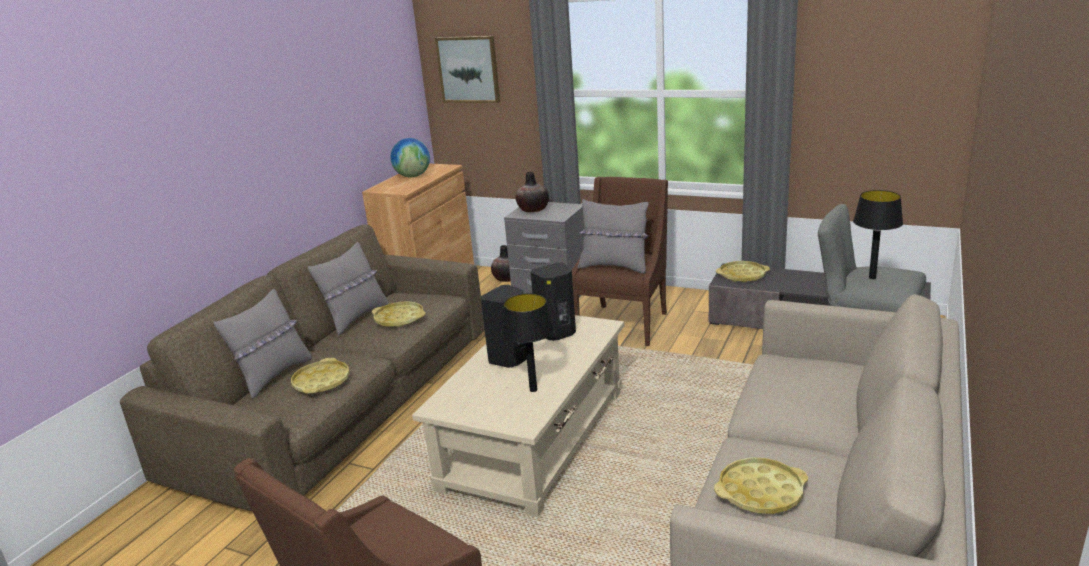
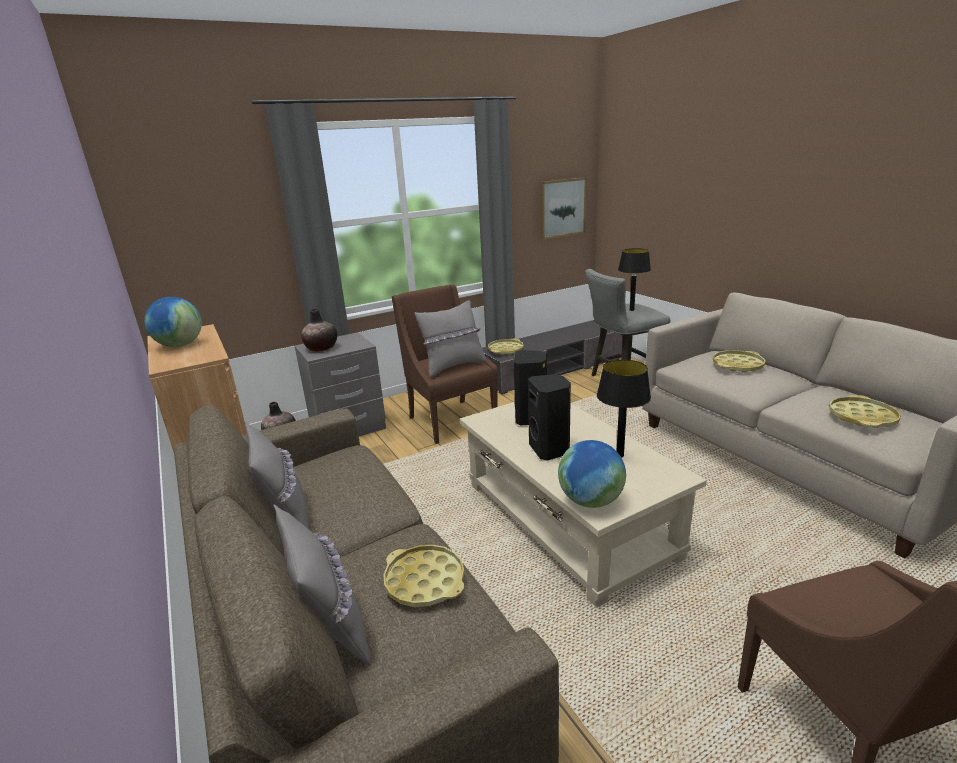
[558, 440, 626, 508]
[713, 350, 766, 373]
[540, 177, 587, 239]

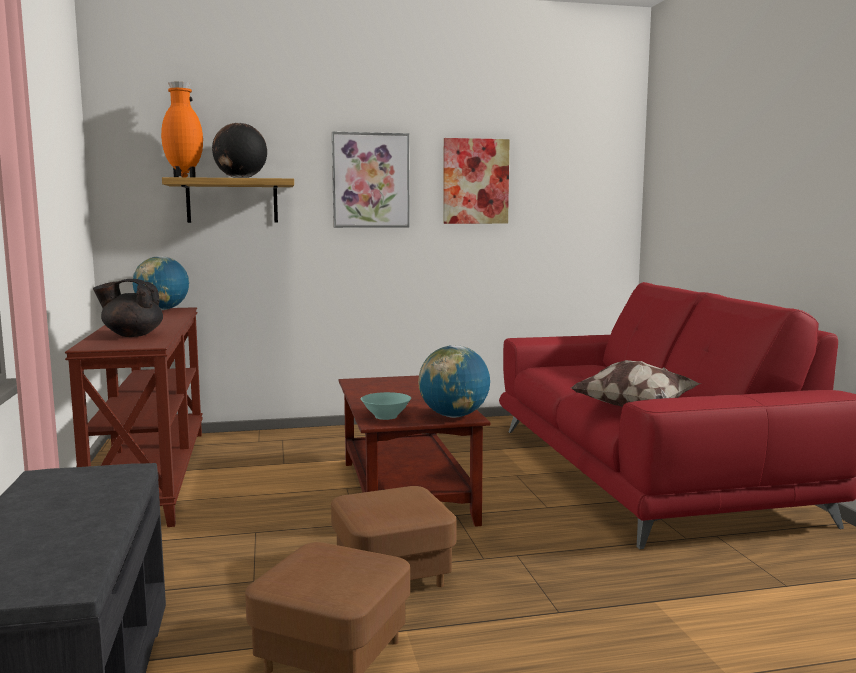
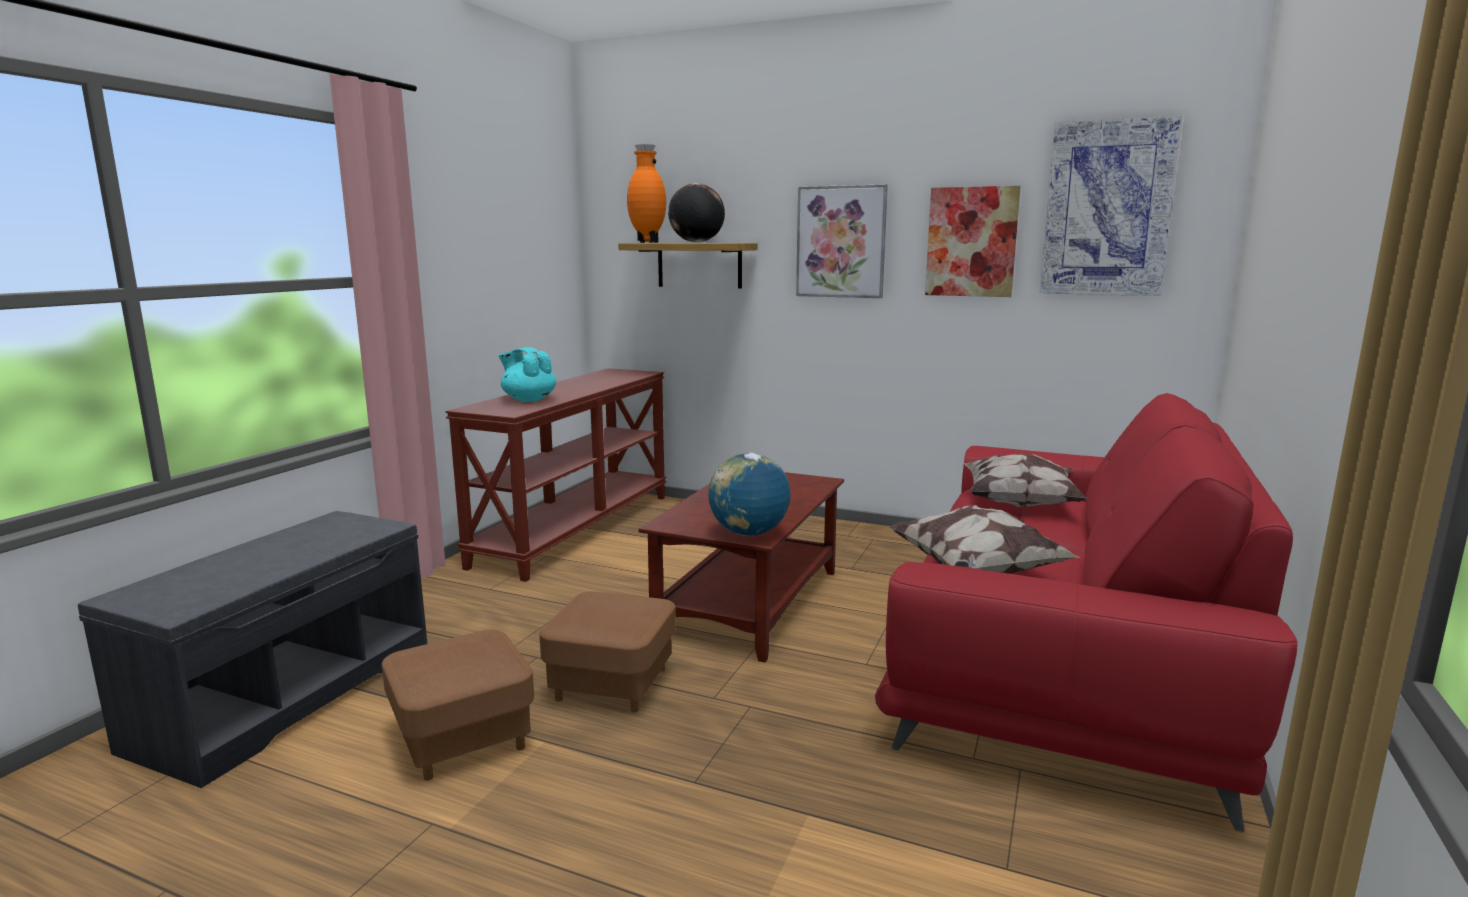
[132, 256, 189, 310] (first image)
[361, 392, 411, 420] (first image)
[964, 454, 1088, 508]
[1040, 116, 1184, 296]
[498, 347, 556, 402]

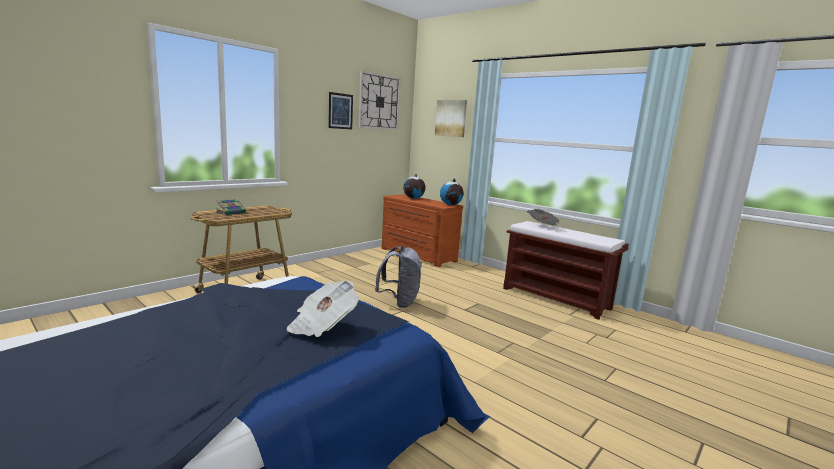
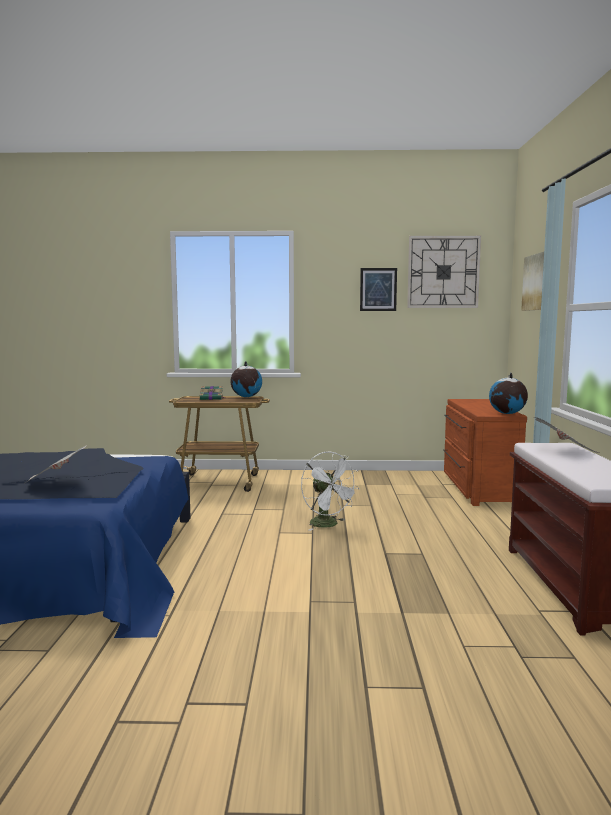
[230, 361, 262, 397]
[301, 451, 360, 531]

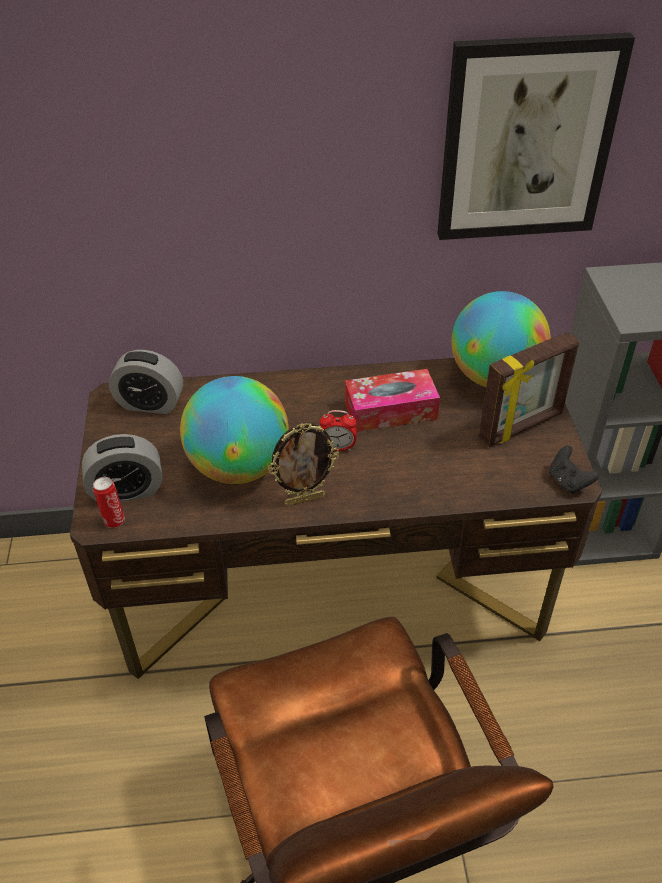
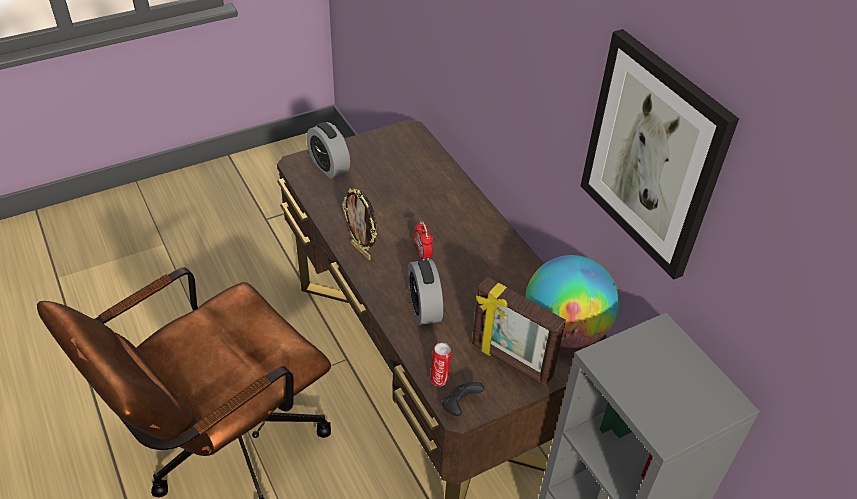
[180, 376, 289, 484] (first image)
[345, 369, 440, 432] (first image)
[430, 343, 452, 386]
[408, 259, 443, 325]

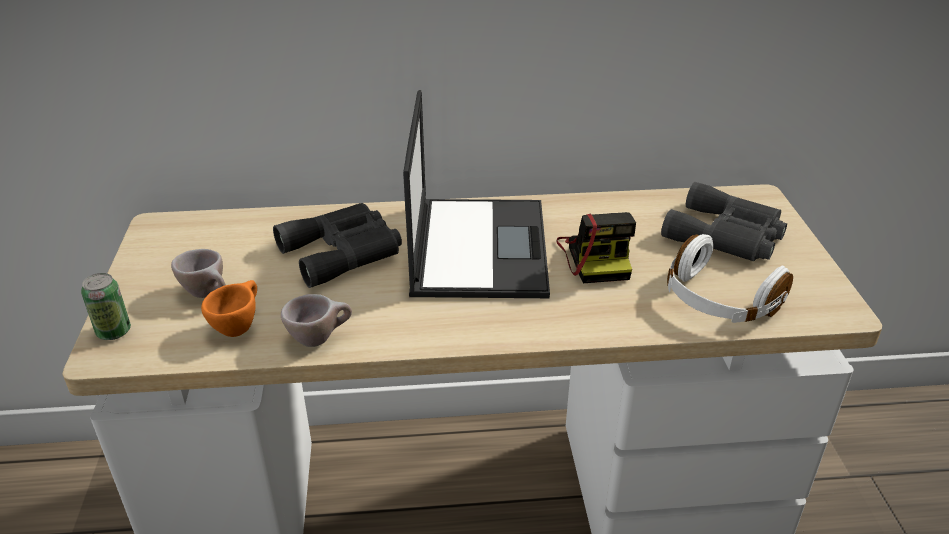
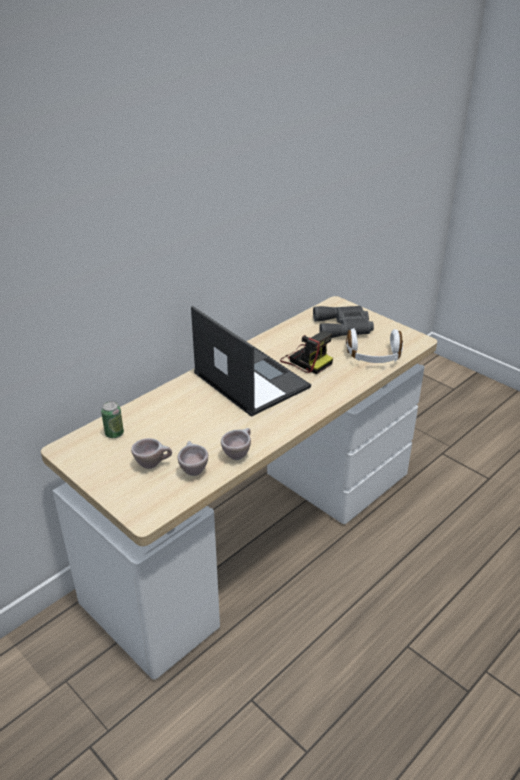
[273, 203, 402, 288] (first image)
[101, 401, 124, 438]
[178, 441, 208, 476]

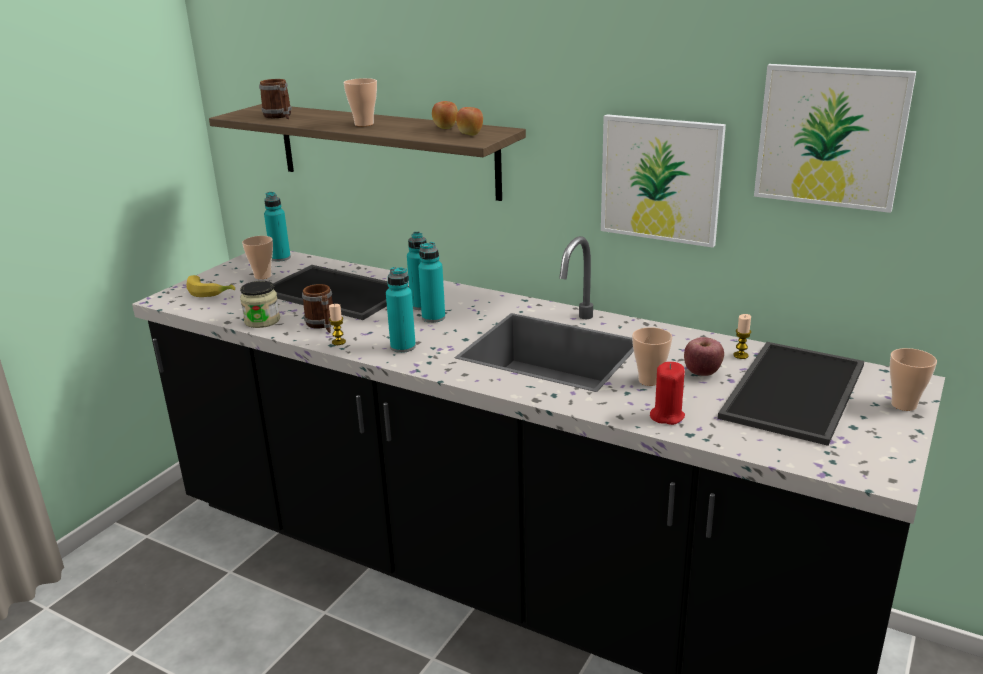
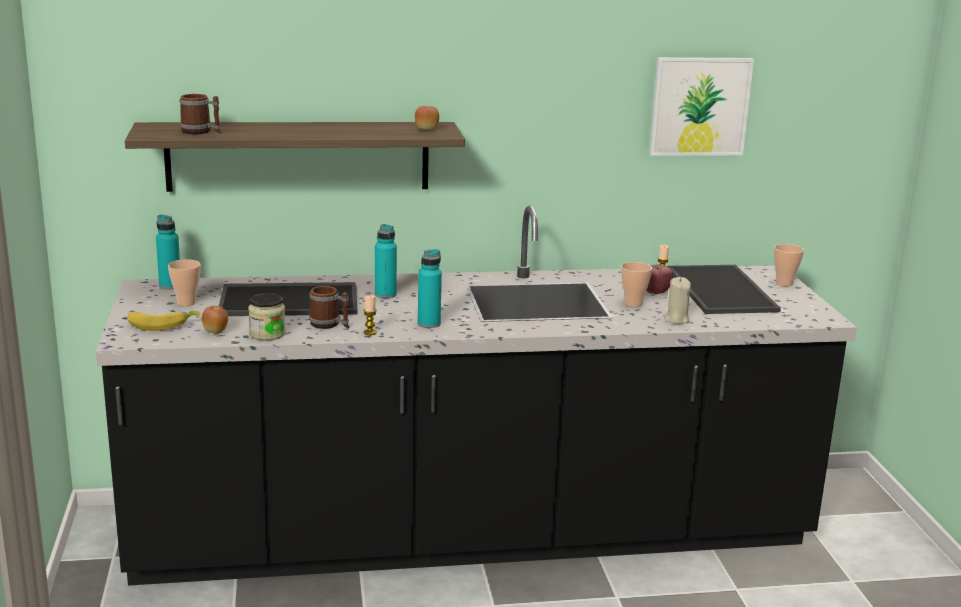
[344, 78, 377, 126] (first image)
[418, 242, 445, 323] (first image)
[601, 114, 726, 248] (first image)
[202, 306, 228, 334]
[663, 277, 691, 324]

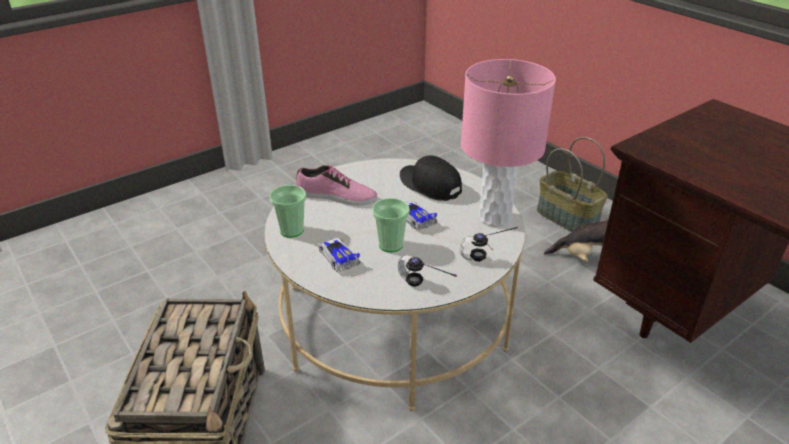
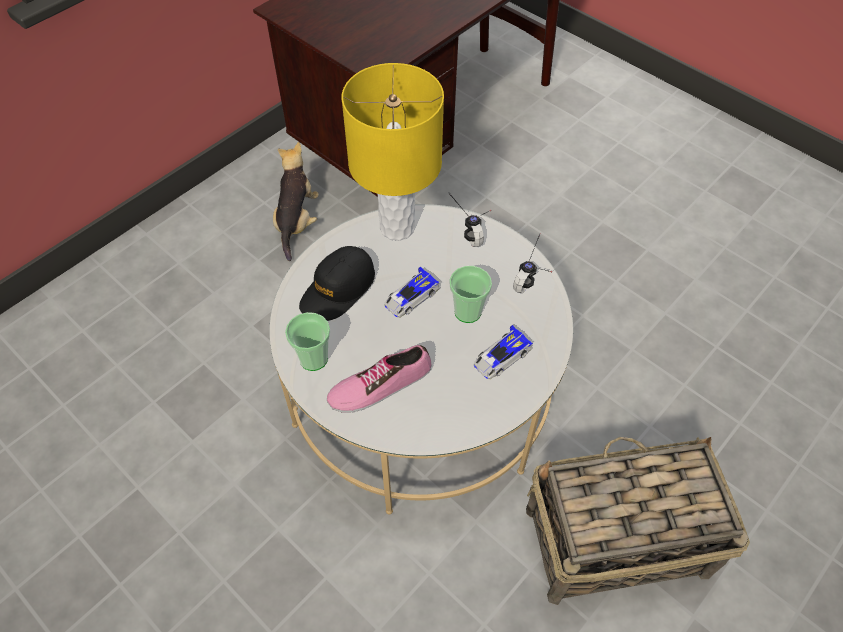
[537, 137, 608, 232] (first image)
[285, 312, 330, 371]
[342, 63, 444, 241]
[327, 345, 431, 413]

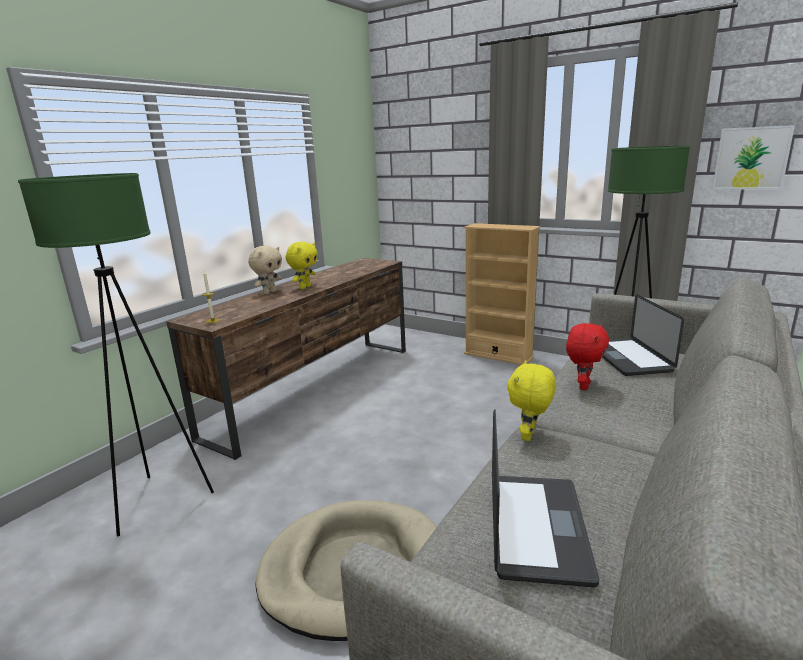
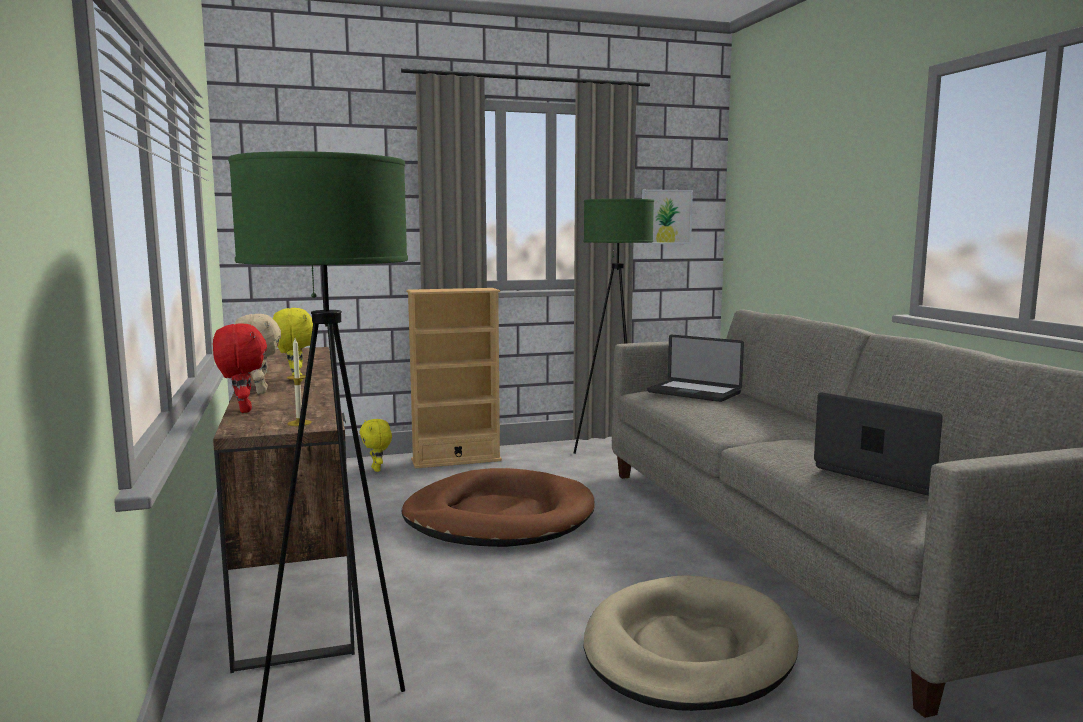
[402, 468, 595, 547]
[359, 419, 392, 472]
[213, 324, 267, 413]

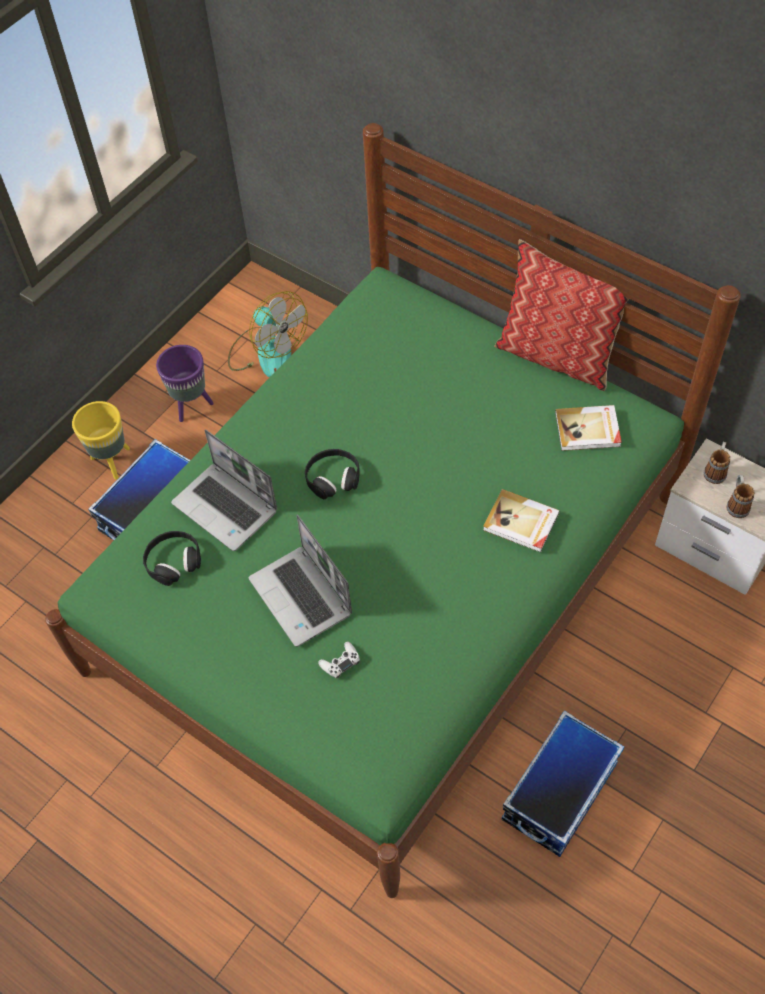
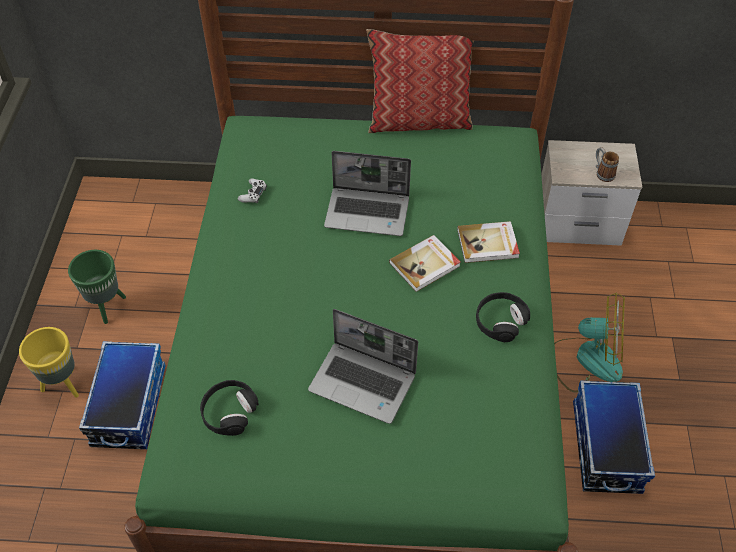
[704, 442, 730, 484] (first image)
[324, 151, 411, 236]
[554, 292, 625, 392]
[476, 292, 530, 342]
[238, 178, 267, 203]
[389, 235, 461, 292]
[68, 250, 126, 324]

